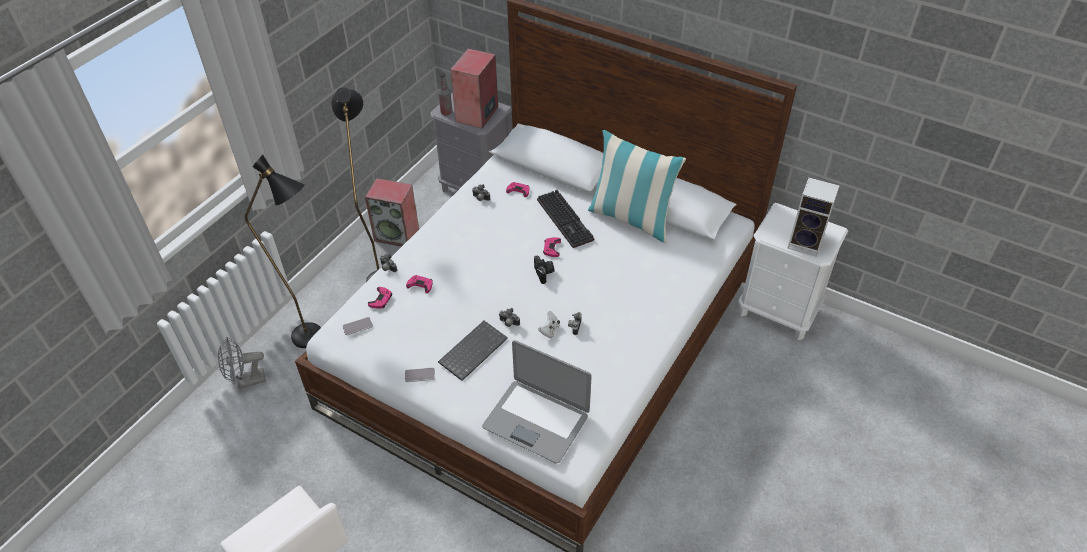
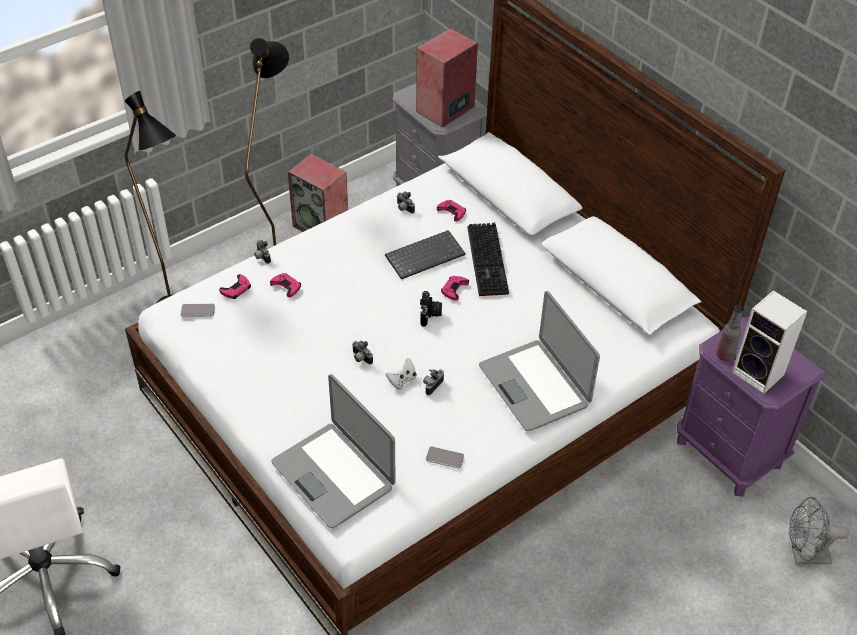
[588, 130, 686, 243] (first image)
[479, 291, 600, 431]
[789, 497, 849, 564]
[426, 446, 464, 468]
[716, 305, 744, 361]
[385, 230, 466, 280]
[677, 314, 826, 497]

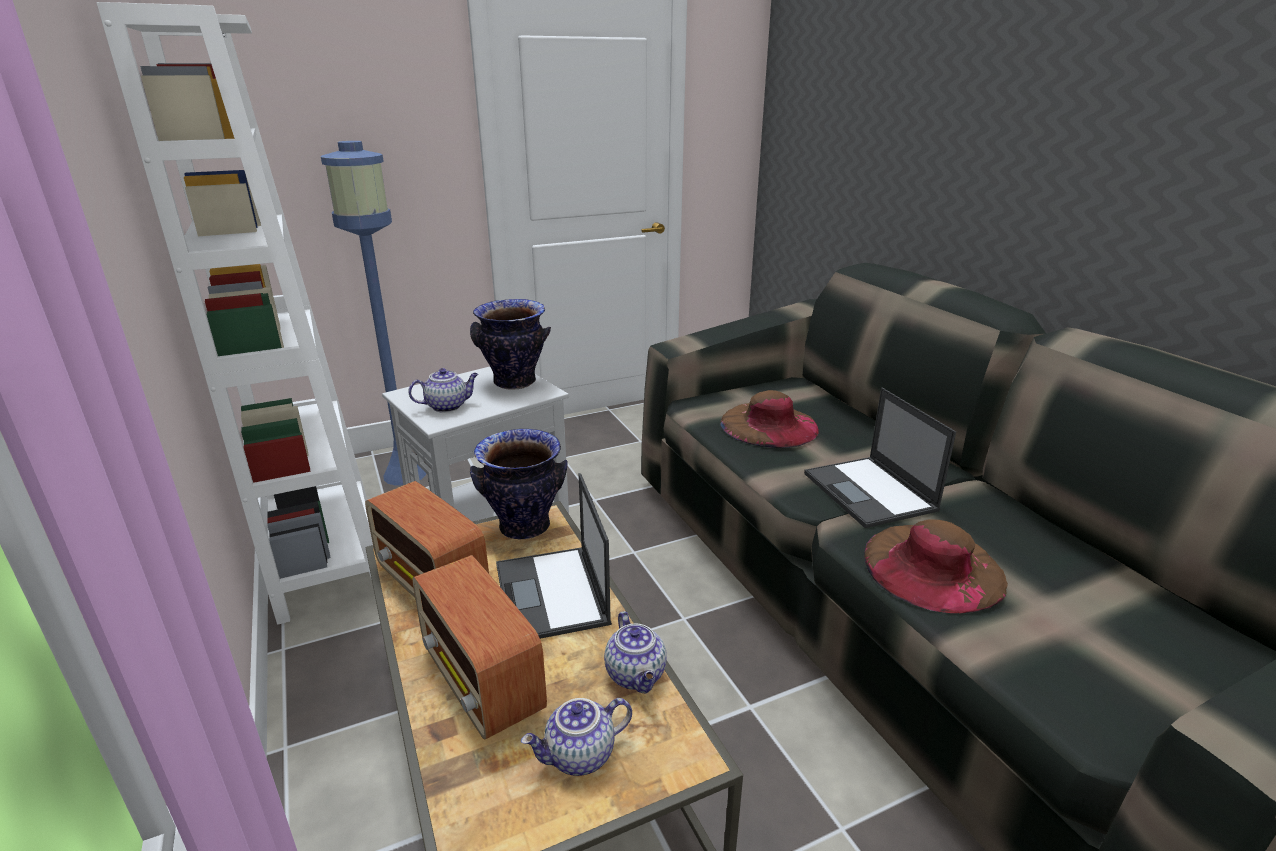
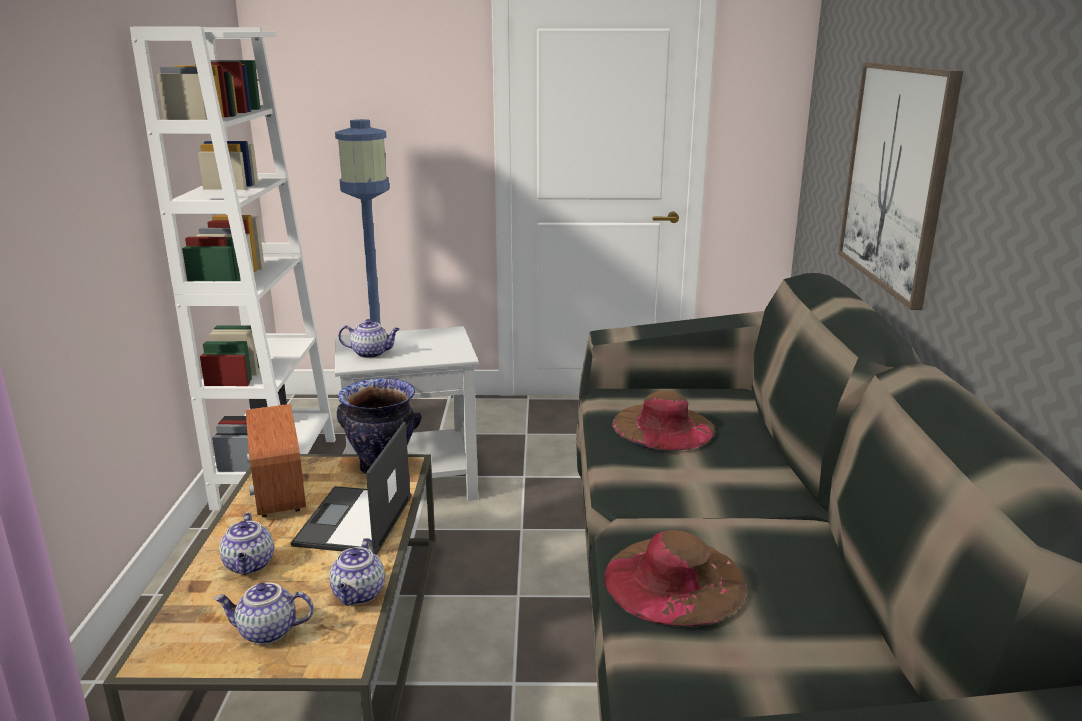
[470, 299, 551, 390] (first image)
[804, 388, 956, 528] (first image)
[838, 62, 963, 310]
[219, 513, 274, 575]

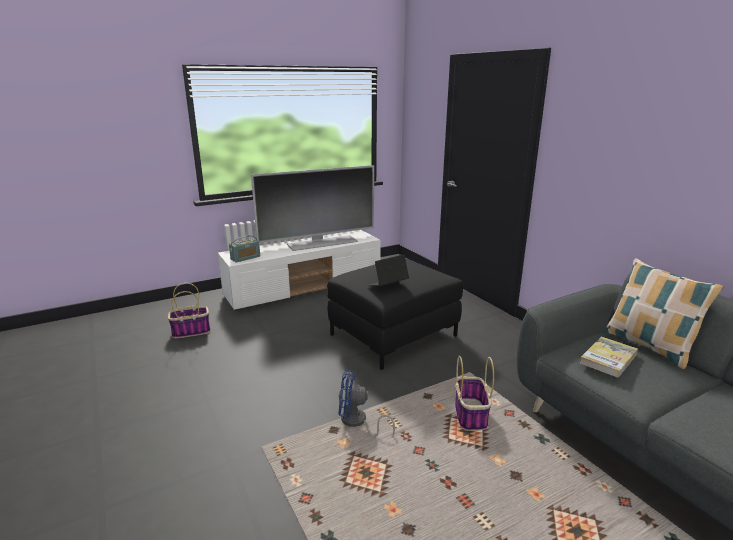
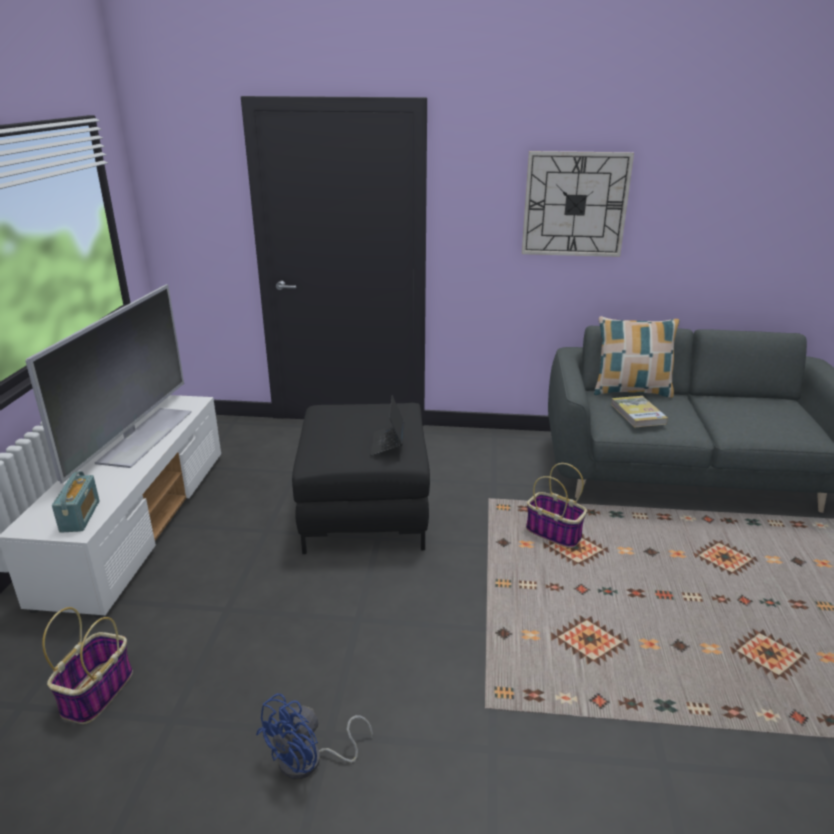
[522, 151, 634, 257]
[256, 693, 373, 779]

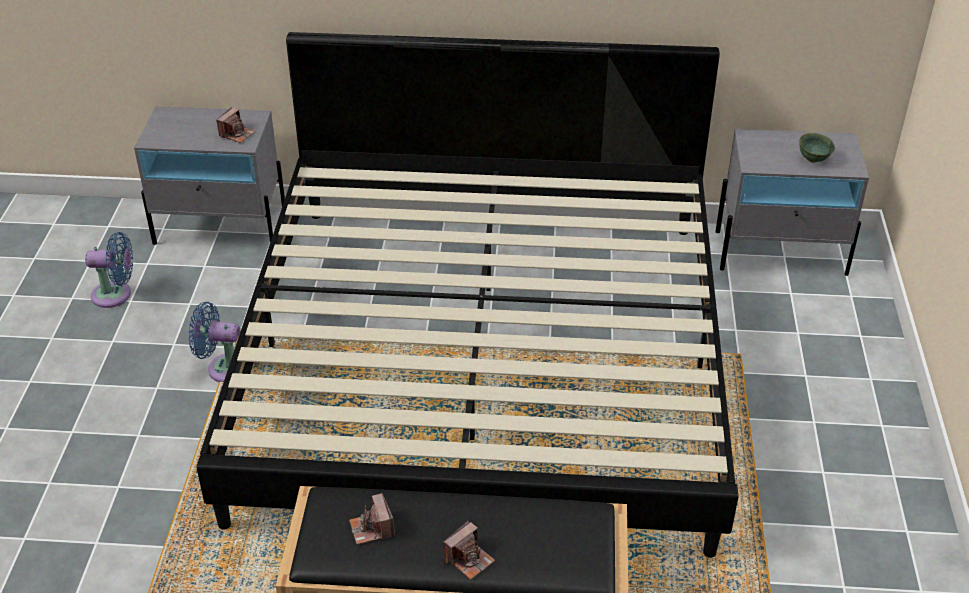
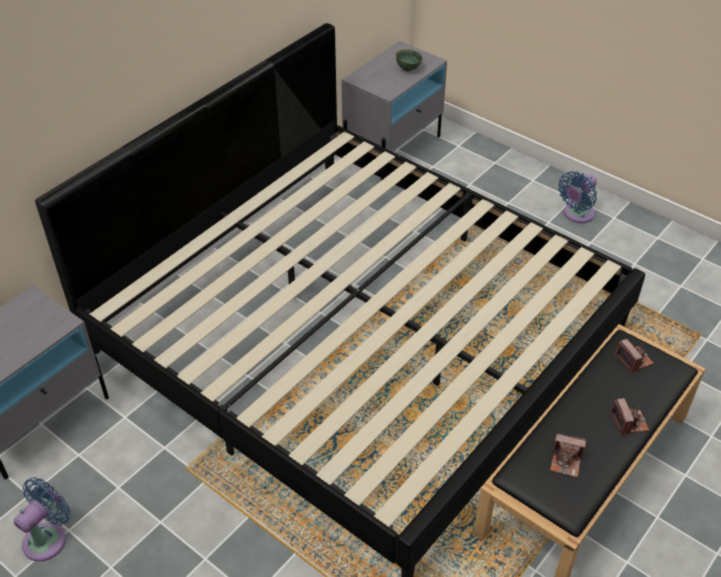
[558, 171, 597, 223]
[614, 339, 654, 373]

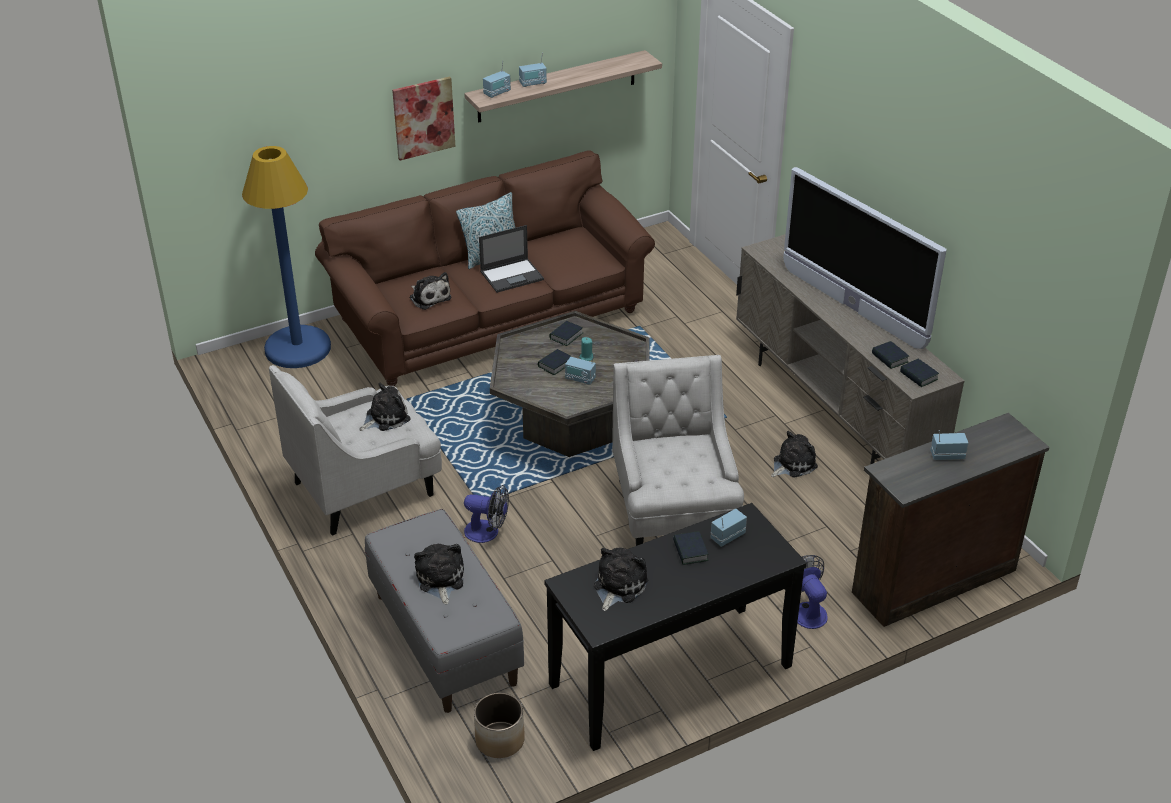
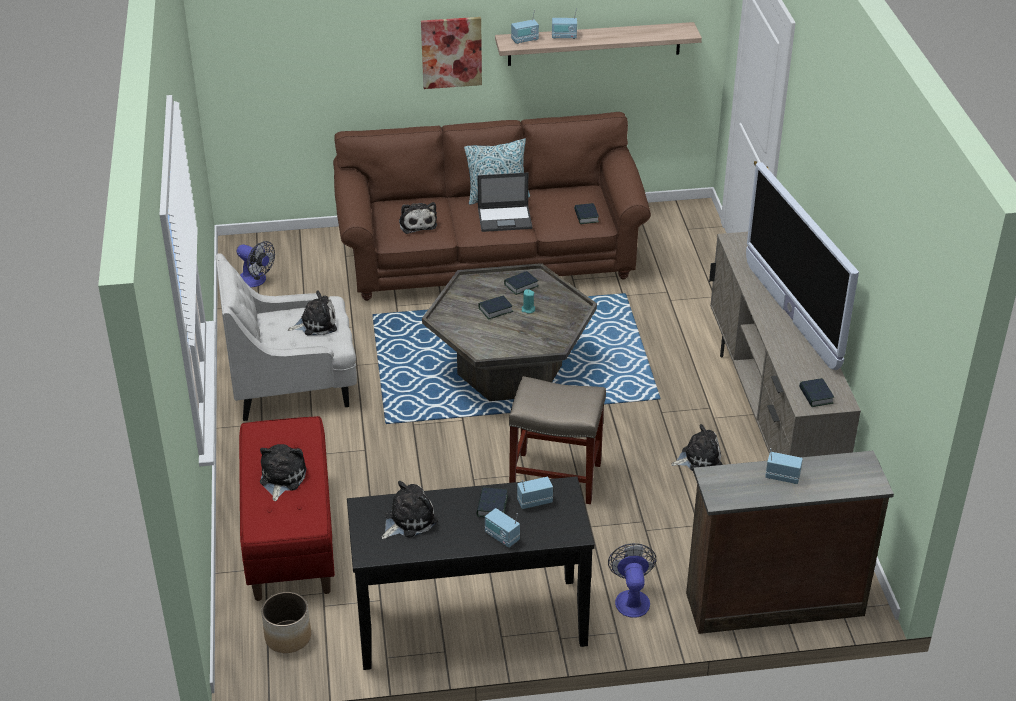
[242, 146, 331, 368] (first image)
[237, 241, 275, 287]
[485, 508, 520, 548]
[574, 203, 599, 224]
[509, 376, 606, 504]
[239, 416, 335, 601]

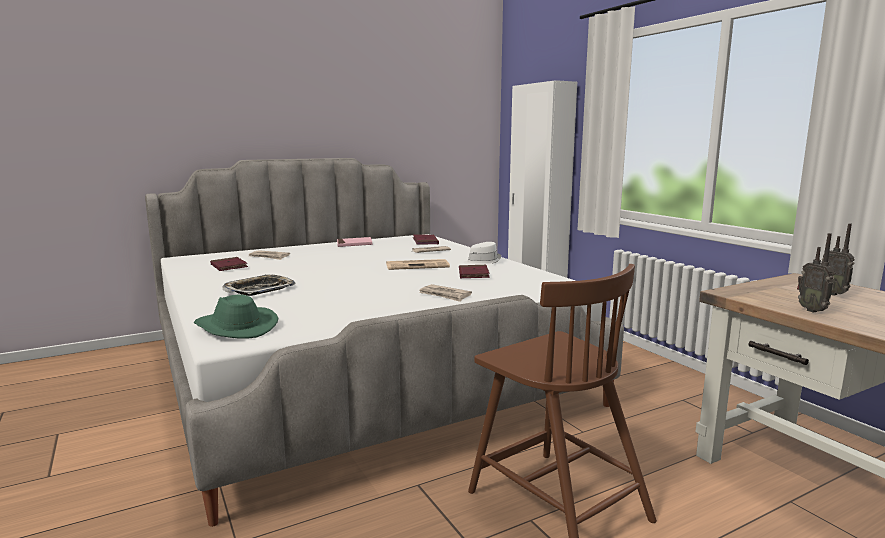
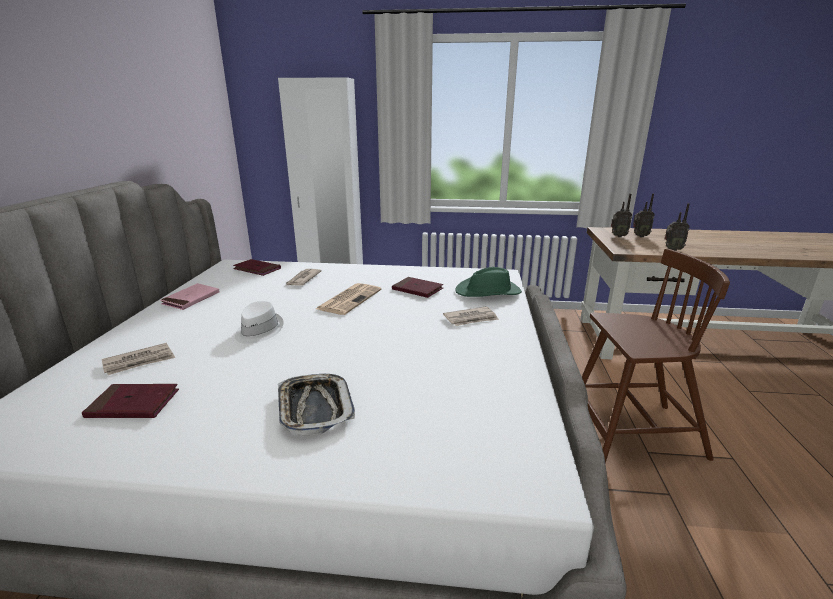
[611, 194, 632, 237]
[455, 267, 522, 297]
[235, 301, 283, 344]

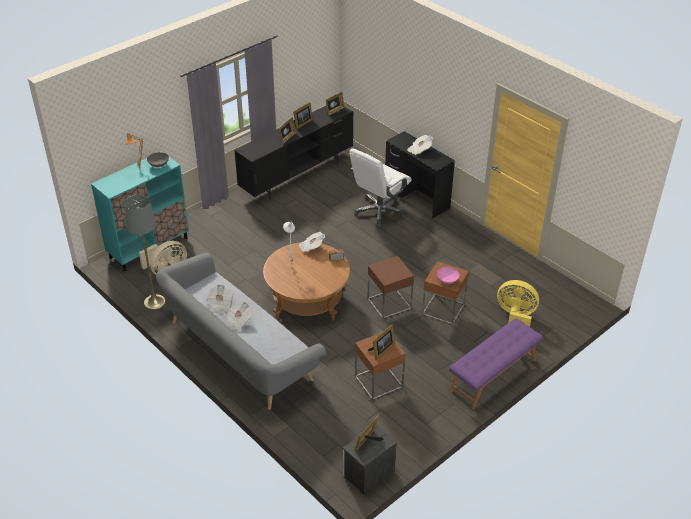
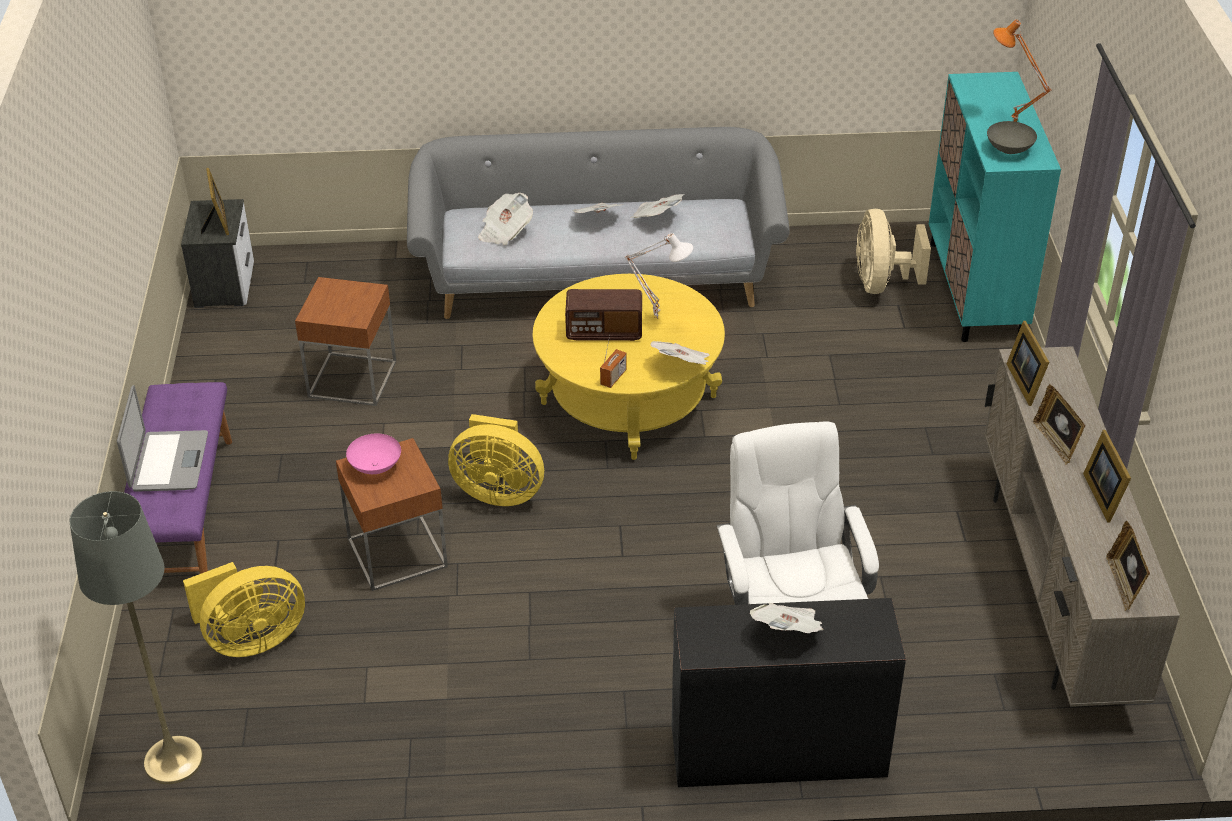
[117, 385, 208, 492]
[478, 193, 533, 245]
[565, 289, 642, 341]
[70, 491, 203, 784]
[1006, 321, 1049, 406]
[448, 414, 544, 506]
[984, 346, 1180, 707]
[532, 274, 725, 460]

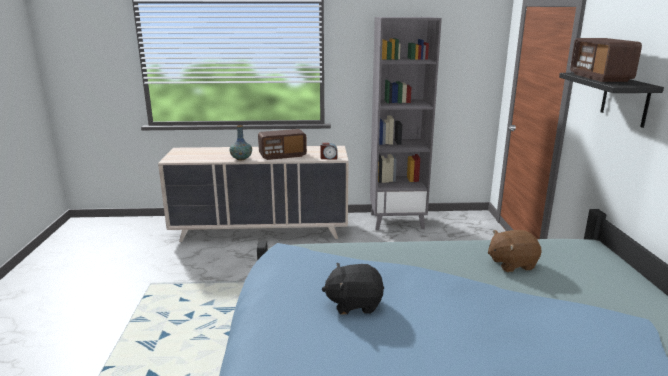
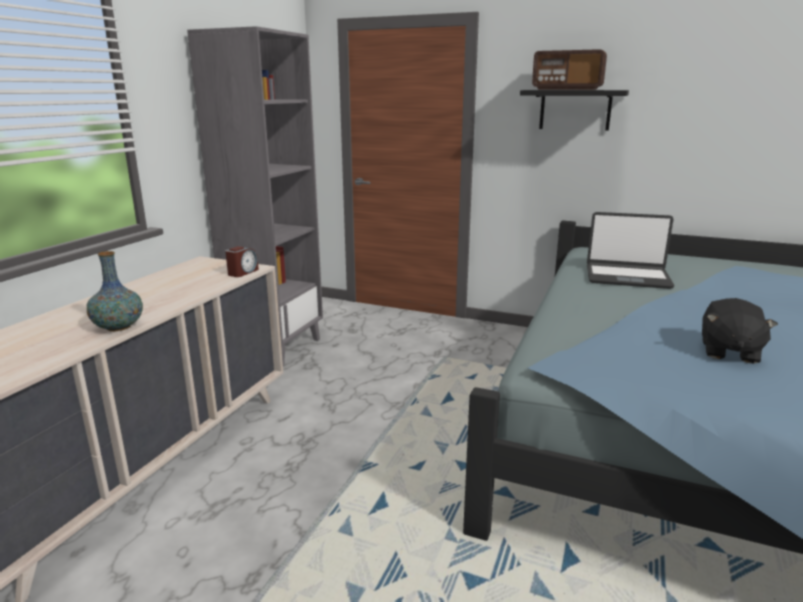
[258, 129, 307, 160] (first image)
[587, 212, 674, 289]

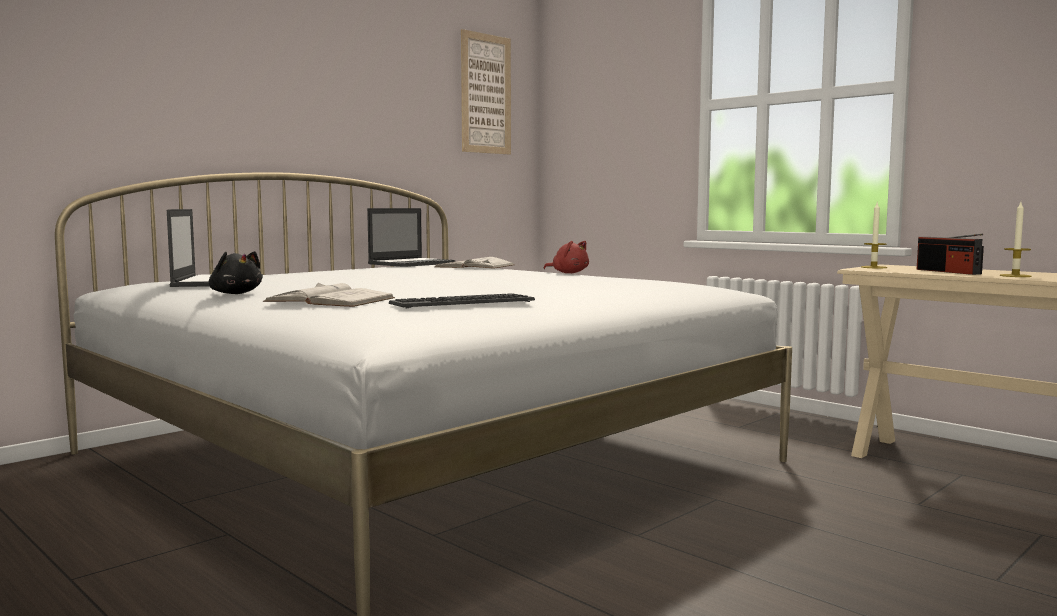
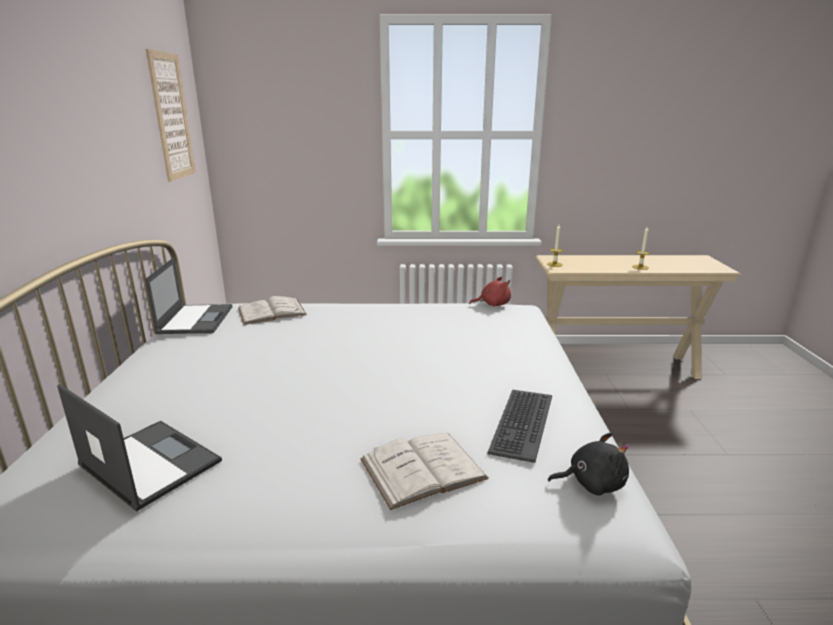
[917, 234, 984, 275] (first image)
[548, 432, 629, 495]
[469, 276, 511, 306]

